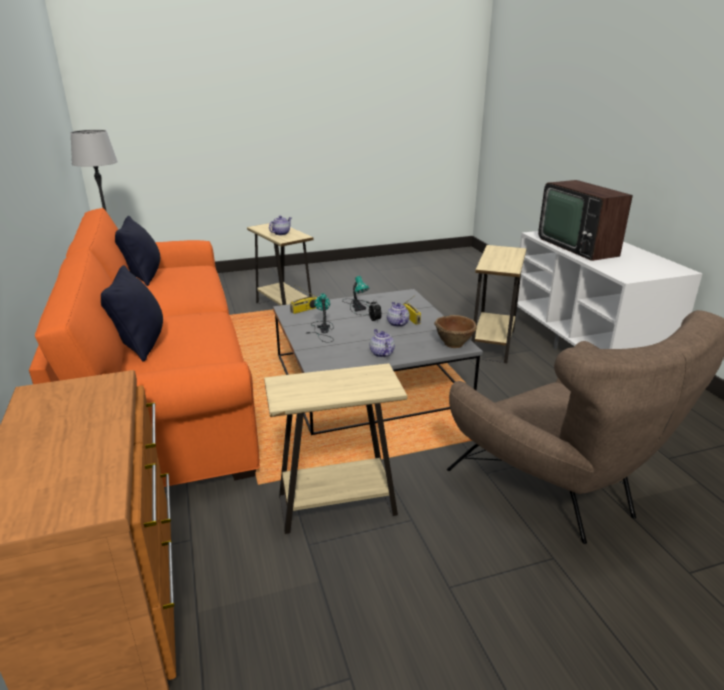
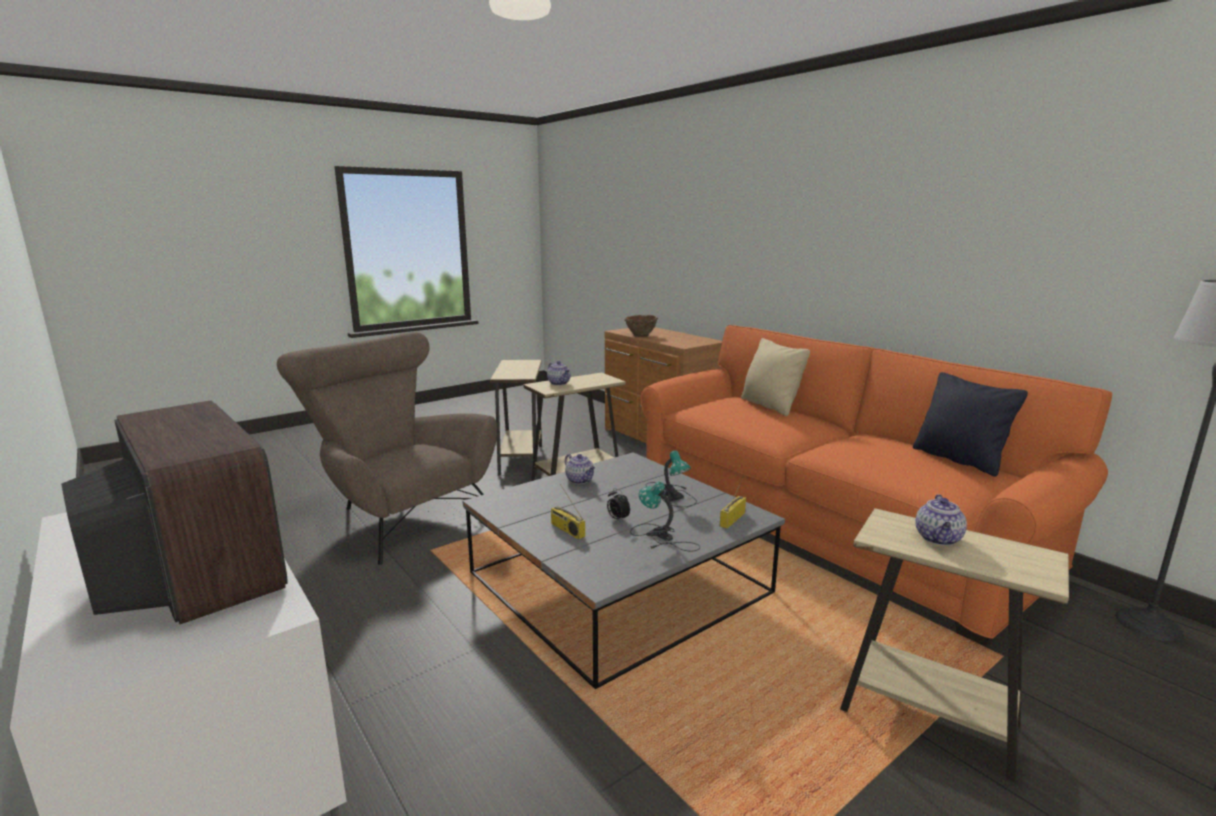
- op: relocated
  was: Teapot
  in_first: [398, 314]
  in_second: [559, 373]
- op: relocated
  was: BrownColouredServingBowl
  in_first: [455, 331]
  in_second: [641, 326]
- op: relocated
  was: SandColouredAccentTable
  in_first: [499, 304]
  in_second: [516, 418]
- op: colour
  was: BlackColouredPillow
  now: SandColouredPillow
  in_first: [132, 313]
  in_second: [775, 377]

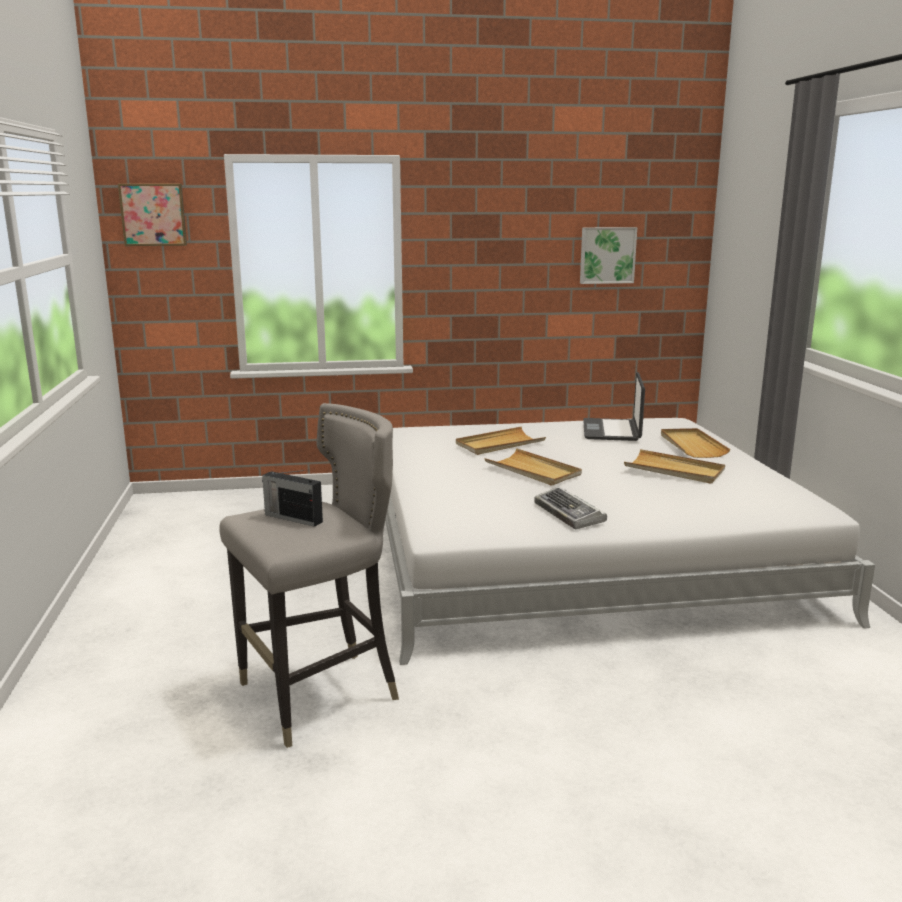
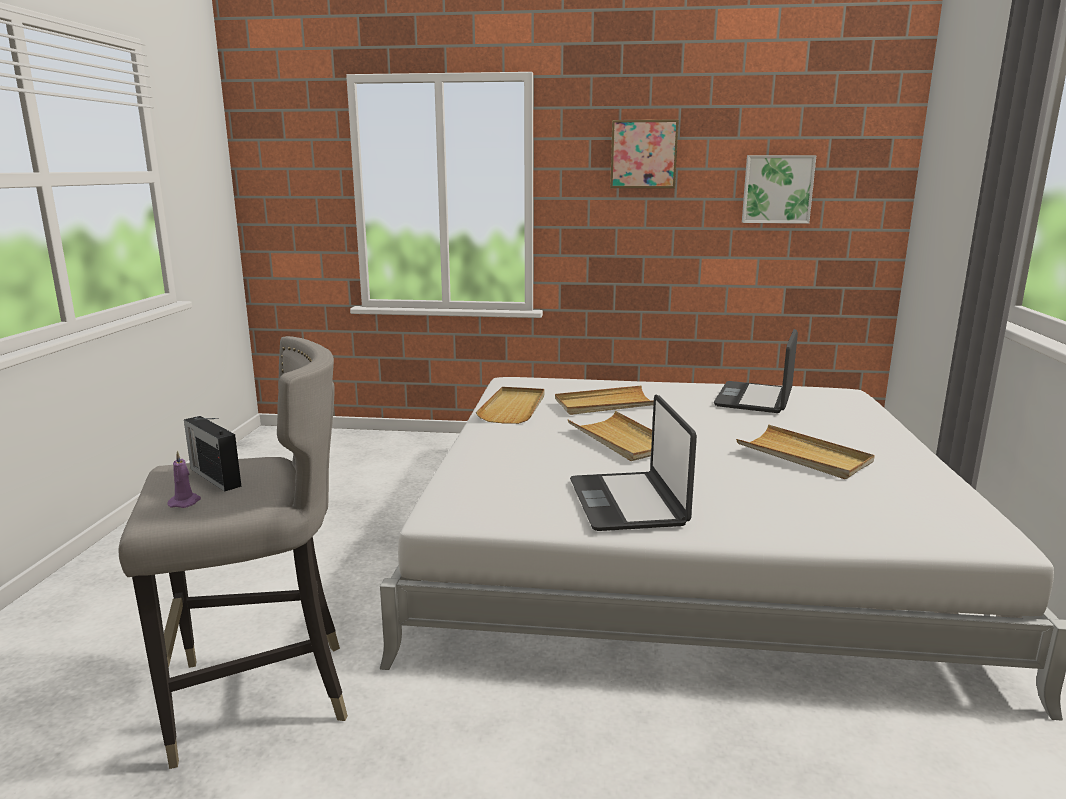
- op: appeared
  now: PurpleWaxLight
  in_second: [184, 479]
- op: relocated
  was: Picture
  in_first: [152, 215]
  in_second: [644, 154]
- op: relocated
  was: SandColouredTray
  in_first: [695, 443]
  in_second: [510, 405]
- op: exchanged
  was: Keyboard
  now: PortableComputer
  in_first: [570, 508]
  in_second: [633, 463]

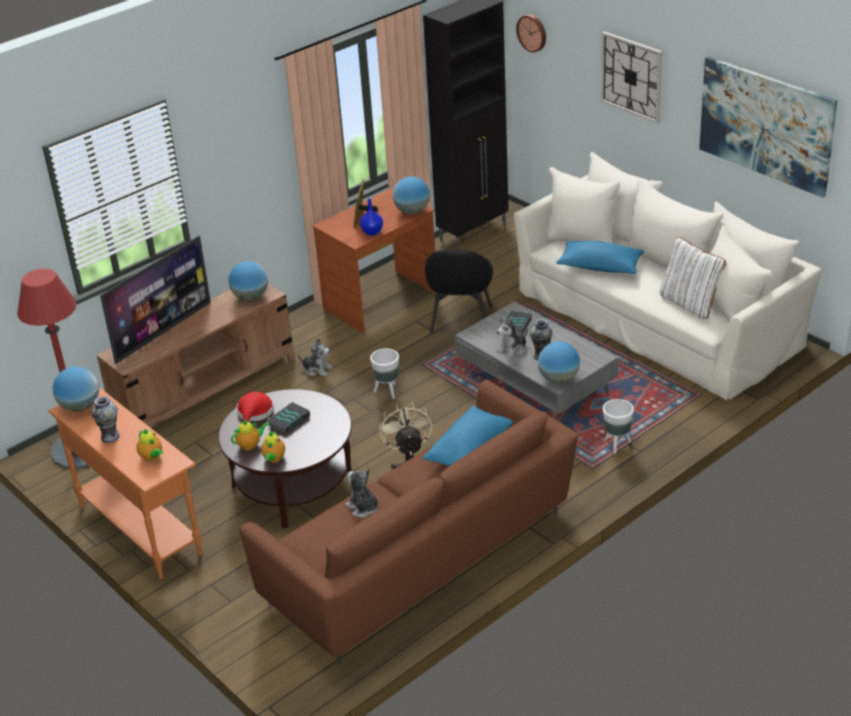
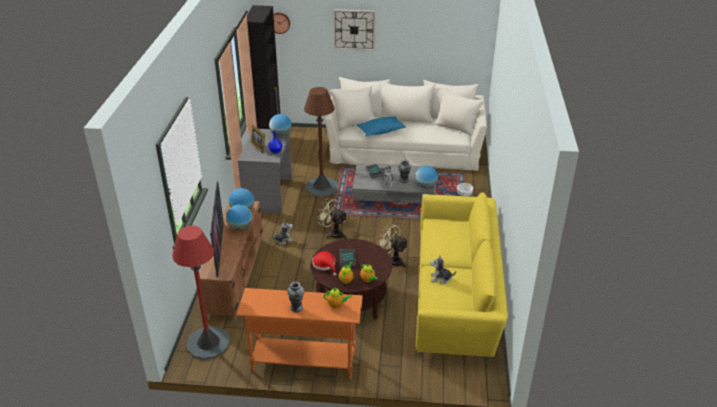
- op: missing
  was: BluePillow
  in_first: [468, 436]
- op: missing
  was: WhitishPillow
  in_first: [693, 278]
- op: missing
  was: Picture
  in_first: [768, 127]
- op: relocated
  was: WorldGlobe
  in_first: [76, 389]
  in_second: [239, 217]
- op: exchanged
  was: WhitishFlowerPot
  now: SandColouredFan
  in_first: [384, 373]
  in_second: [333, 218]
- op: exchanged
  was: BlackColouredChair
  now: BrownColouredStandardLamp
  in_first: [459, 292]
  in_second: [321, 142]
- op: colour
  was: BrownColouredCouch
  now: YellowColouredCouch
  in_first: [408, 522]
  in_second: [462, 277]
- op: colour
  was: BrownColouredDeskUnit
  now: GrayDeskUnit
  in_first: [374, 260]
  in_second: [265, 171]

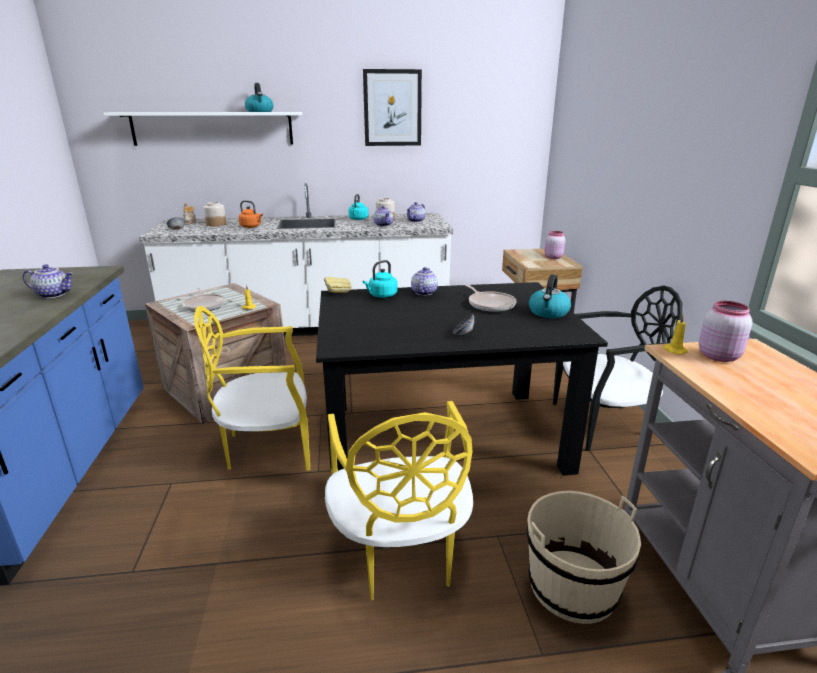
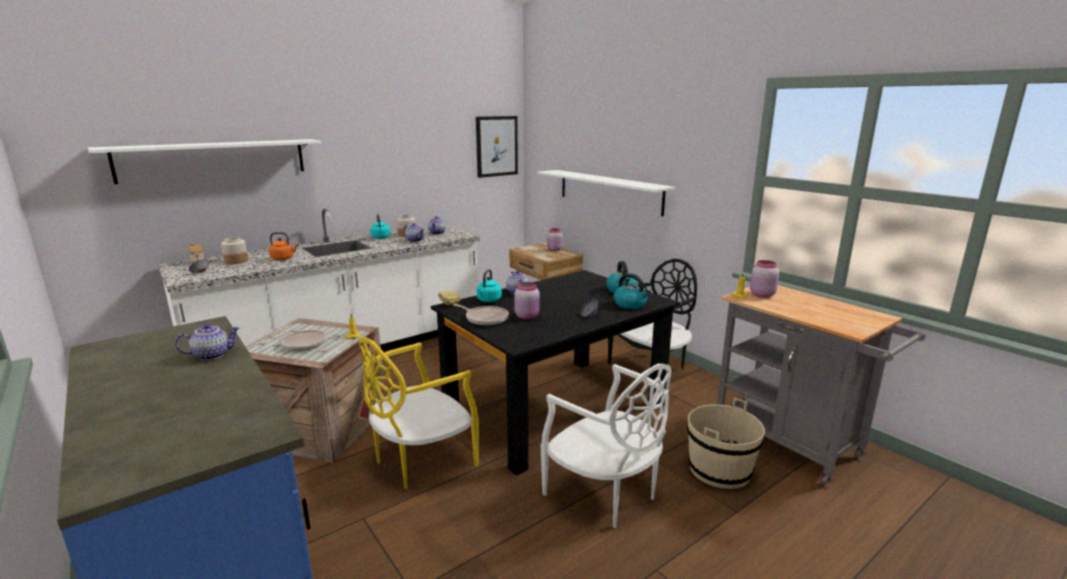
- op: appeared
  now: PinkishPreserveJar
  in_second: [527, 300]
- op: appeared
  now: WhitishWallShelf
  in_second: [606, 193]
- op: relocated
  was: Kettle
  in_first: [259, 97]
  in_second: [632, 291]
- op: relocated
  was: Picture
  in_first: [392, 107]
  in_second: [497, 147]
- op: relocated
  was: FryingPan
  in_first: [490, 298]
  in_second: [481, 315]
- op: colour
  was: YellowColouredChair
  now: WhitishChair
  in_first: [399, 500]
  in_second: [606, 446]

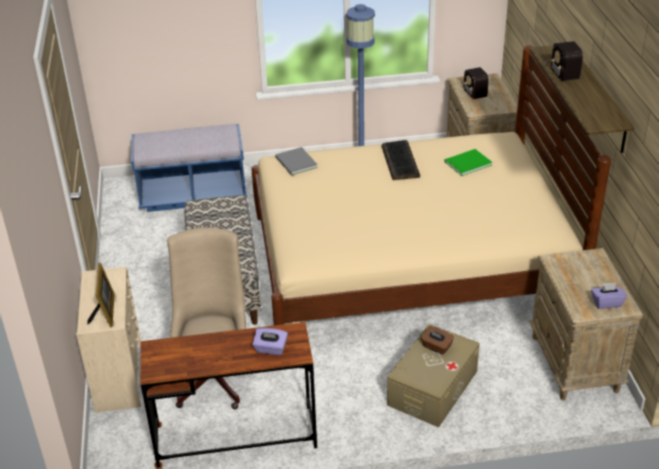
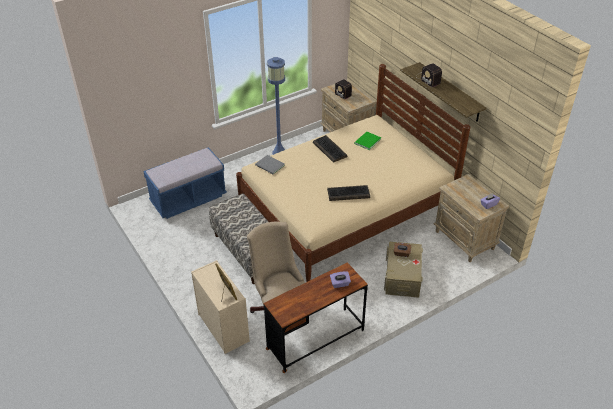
- op: appeared
  now: Keyboard
  in_second: [348, 193]

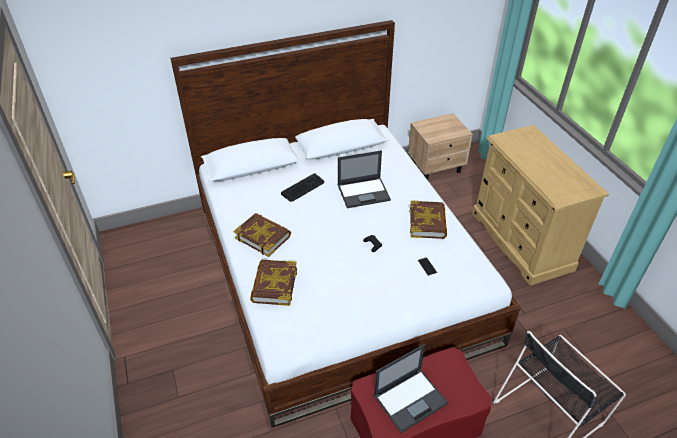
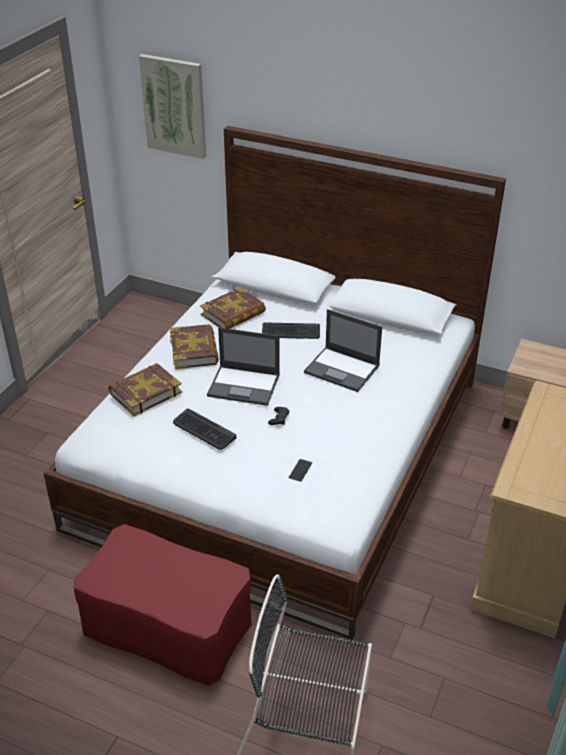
- op: appeared
  now: Picture
  in_second: [172, 106]
- op: appeared
  now: Keyboard
  in_second: [204, 429]
- op: relocated
  was: PortableComputer
  in_first: [410, 388]
  in_second: [243, 366]
- op: relocated
  was: BoundBook
  in_first: [428, 219]
  in_second: [233, 308]

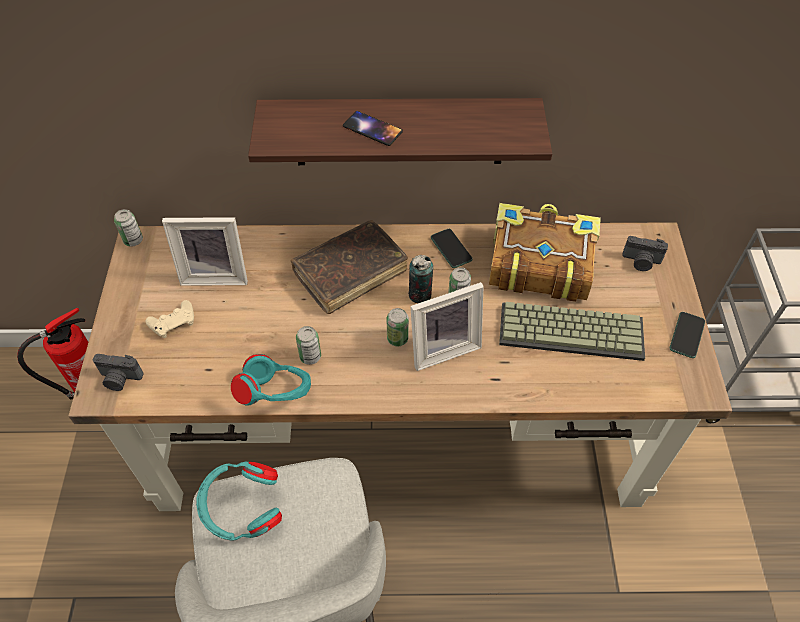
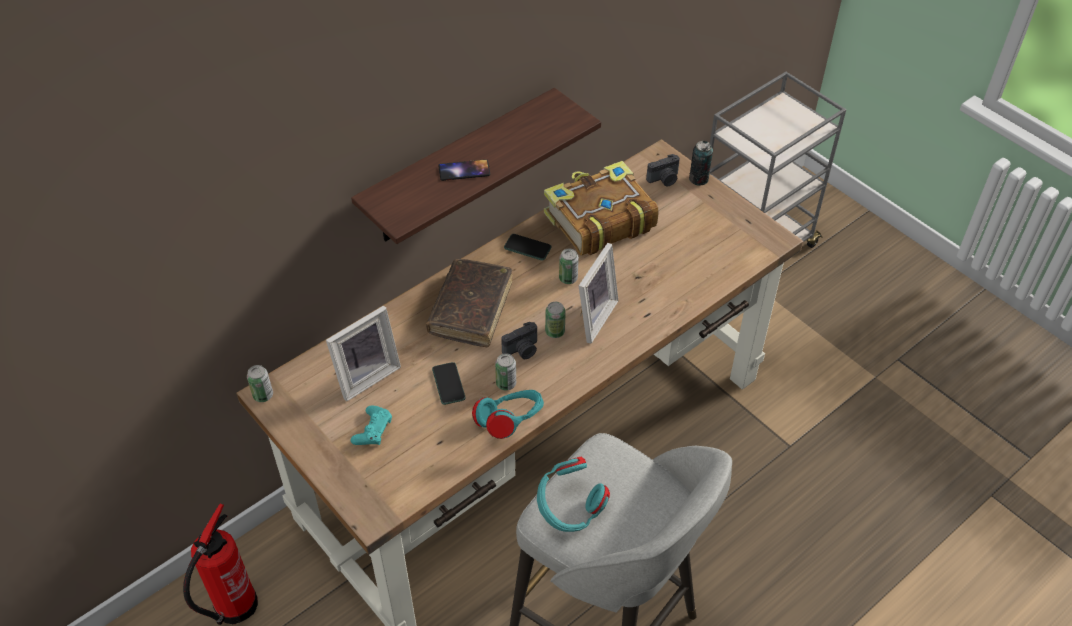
- op: missing
  was: Keyboard
  in_first: [572, 331]
- op: relocated
  was: PhotoCamera
  in_first: [118, 372]
  in_second: [519, 340]
- op: relocated
  was: SealedCan
  in_first: [420, 279]
  in_second: [701, 163]
- op: relocated
  was: Telephone
  in_first: [687, 335]
  in_second: [449, 383]
- op: colour
  was: SandColouredGameController
  now: TurquoiseColouredGameController
  in_first: [169, 319]
  in_second: [371, 425]

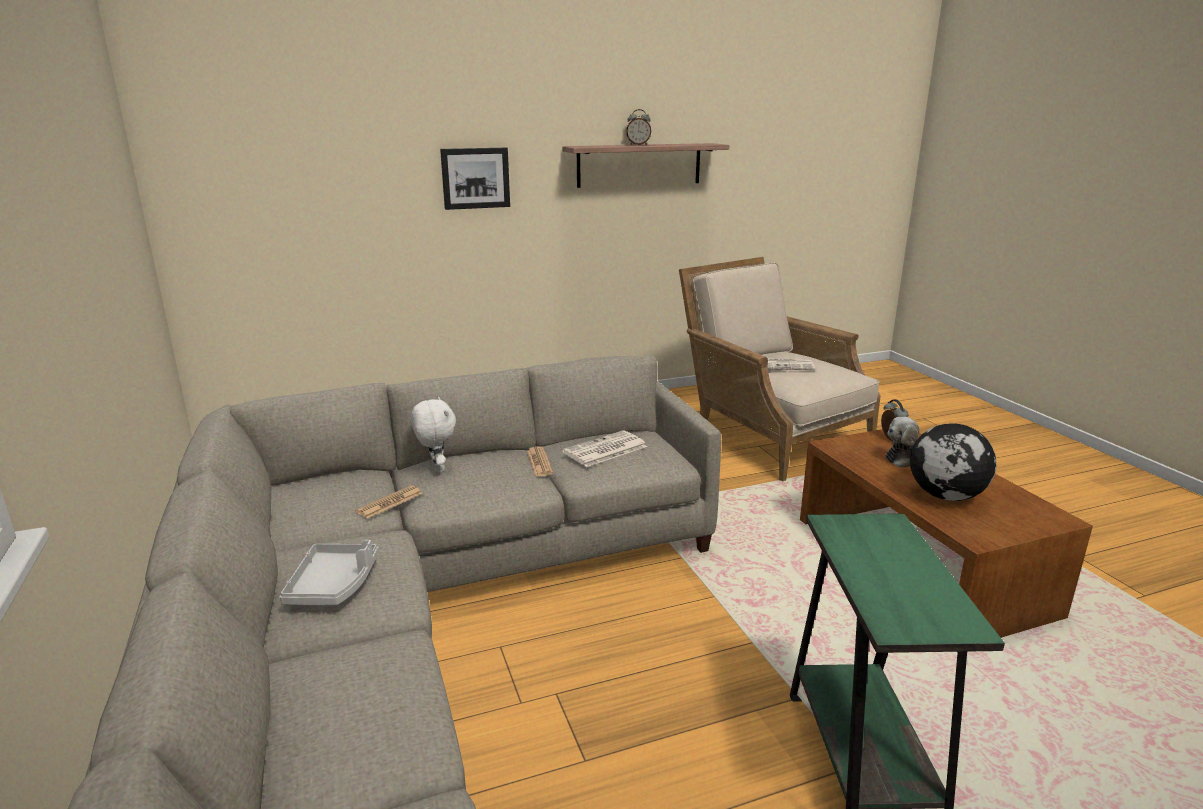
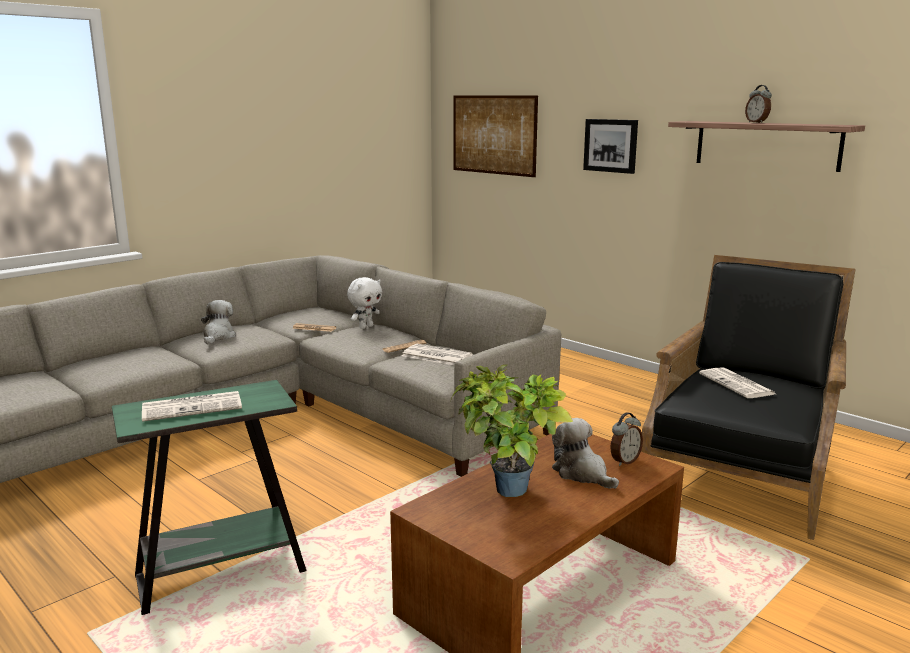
- op: appeared
  now: PrintedPaper
  in_second: [192, 406]
- op: appeared
  now: Picture
  in_second: [495, 136]
- op: exchanged
  was: GrayTray
  now: PlushToy
  in_first: [329, 572]
  in_second: [218, 322]
- op: exchanged
  was: WorldGlobe
  now: Houseplant
  in_first: [953, 462]
  in_second: [512, 431]
- op: colour
  was: SandColouredArmchair
  now: BlackColouredArmchair
  in_first: [780, 369]
  in_second: [748, 397]

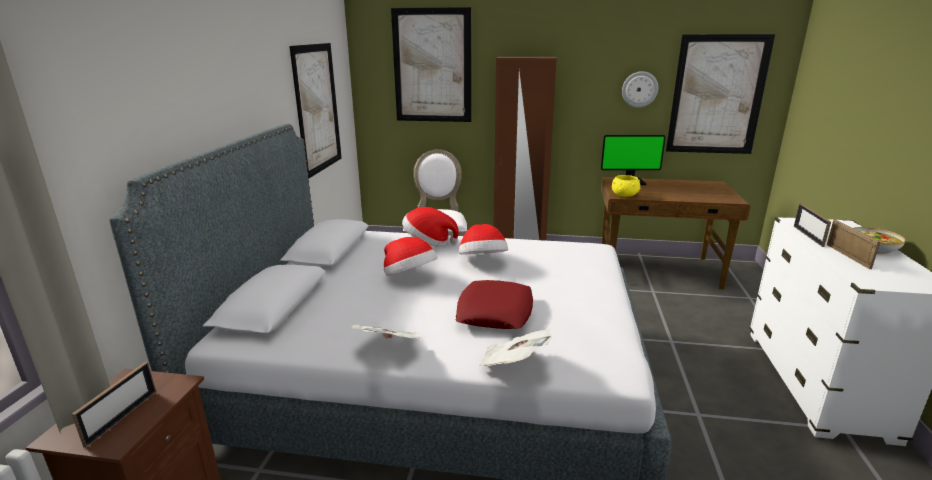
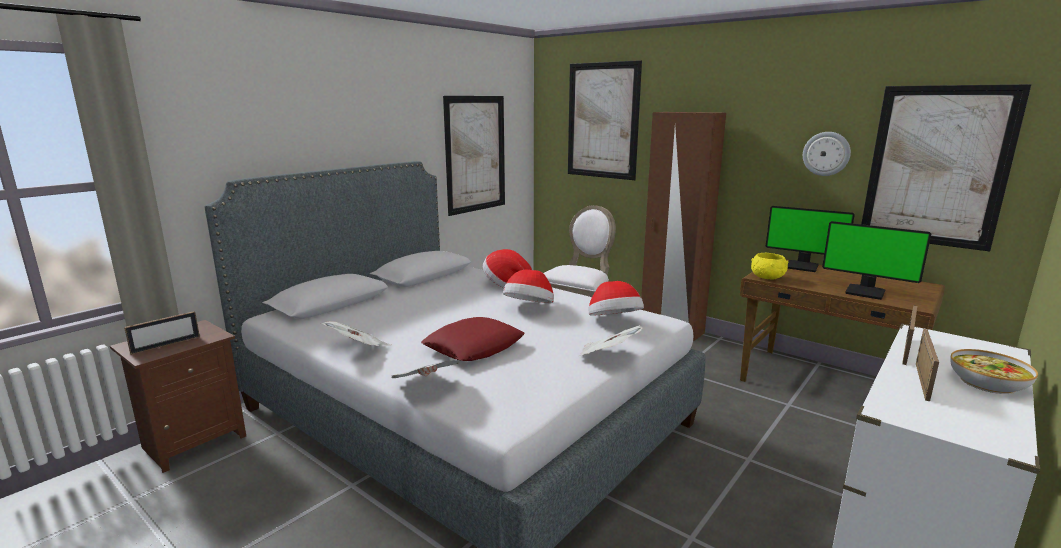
- op: appeared
  now: PrintedPaper
  in_second: [610, 340]
- op: appeared
  now: Monitor
  in_second: [876, 260]
- op: relocated
  was: ClothingHat
  in_first: [410, 256]
  in_second: [616, 298]

